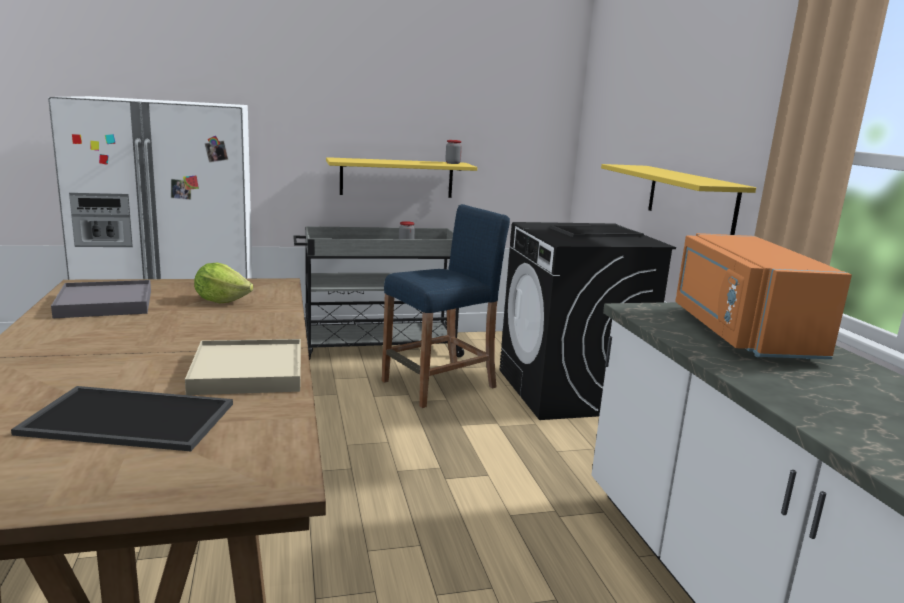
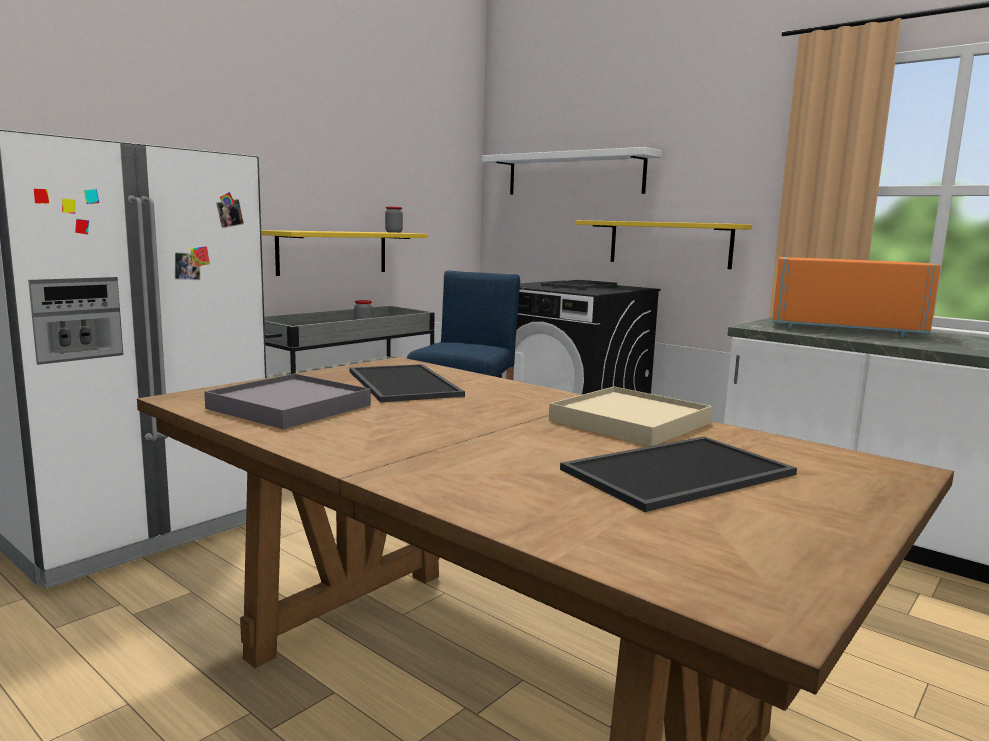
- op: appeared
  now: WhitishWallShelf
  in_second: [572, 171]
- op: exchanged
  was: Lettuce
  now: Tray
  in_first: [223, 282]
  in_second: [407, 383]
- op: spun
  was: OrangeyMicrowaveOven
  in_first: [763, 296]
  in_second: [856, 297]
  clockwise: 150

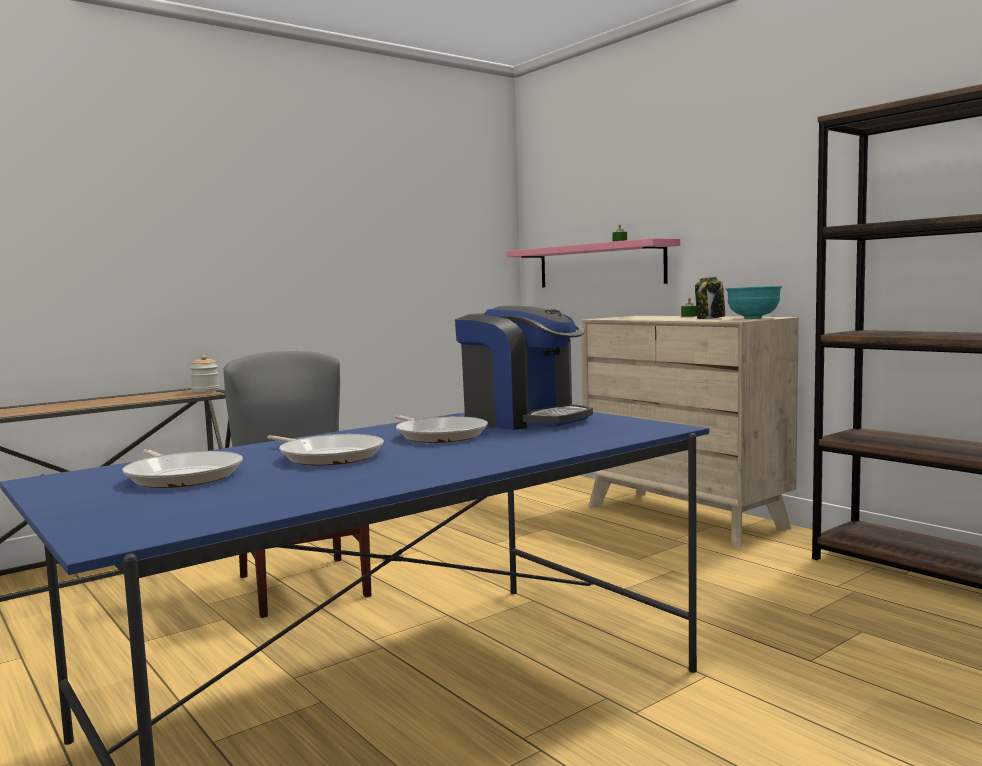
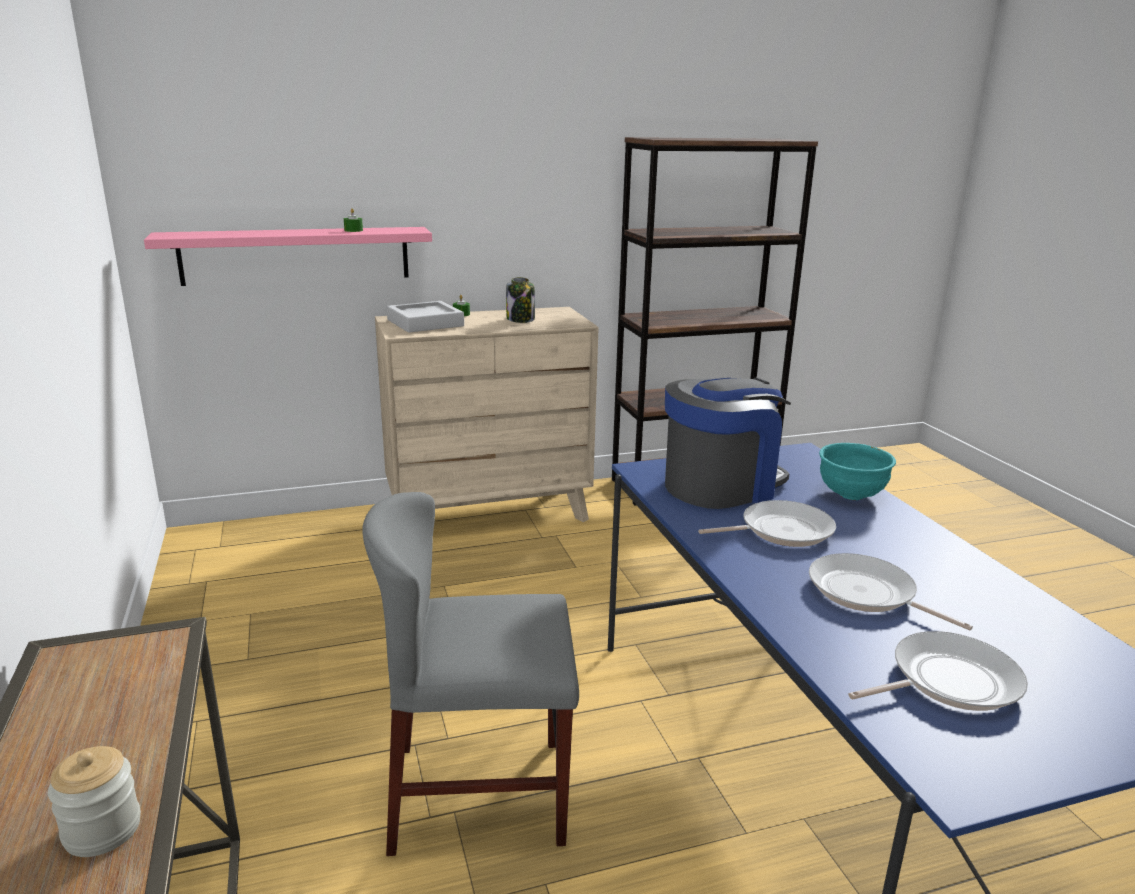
- op: appeared
  now: GrayTray
  in_second: [425, 317]
- op: relocated
  was: PreserveJar
  in_first: [205, 373]
  in_second: [94, 801]
- op: relocated
  was: TurquoiseColouredServingBowl
  in_first: [753, 302]
  in_second: [857, 471]
- op: spun
  was: FryingPan
  in_first: [325, 449]
  in_second: [891, 592]
  clockwise: -105

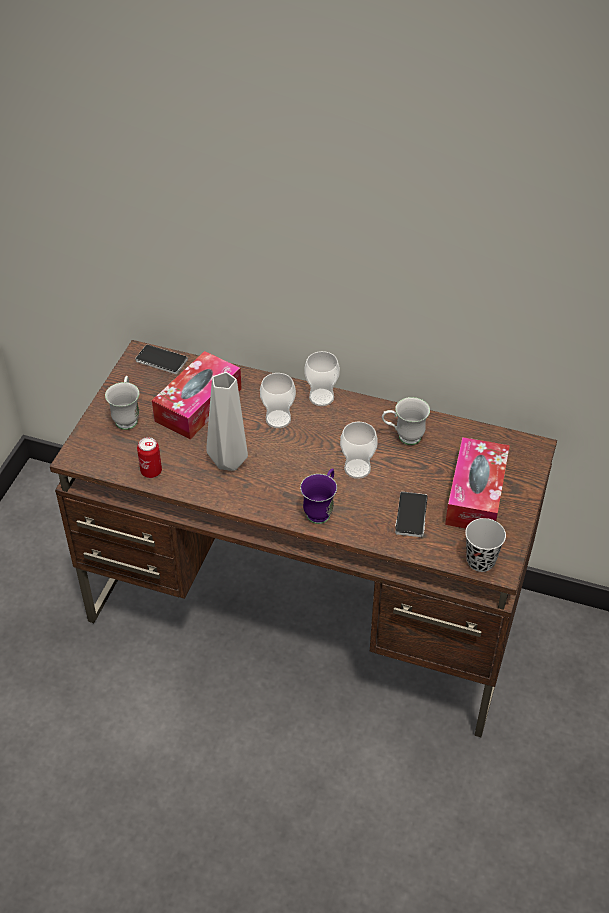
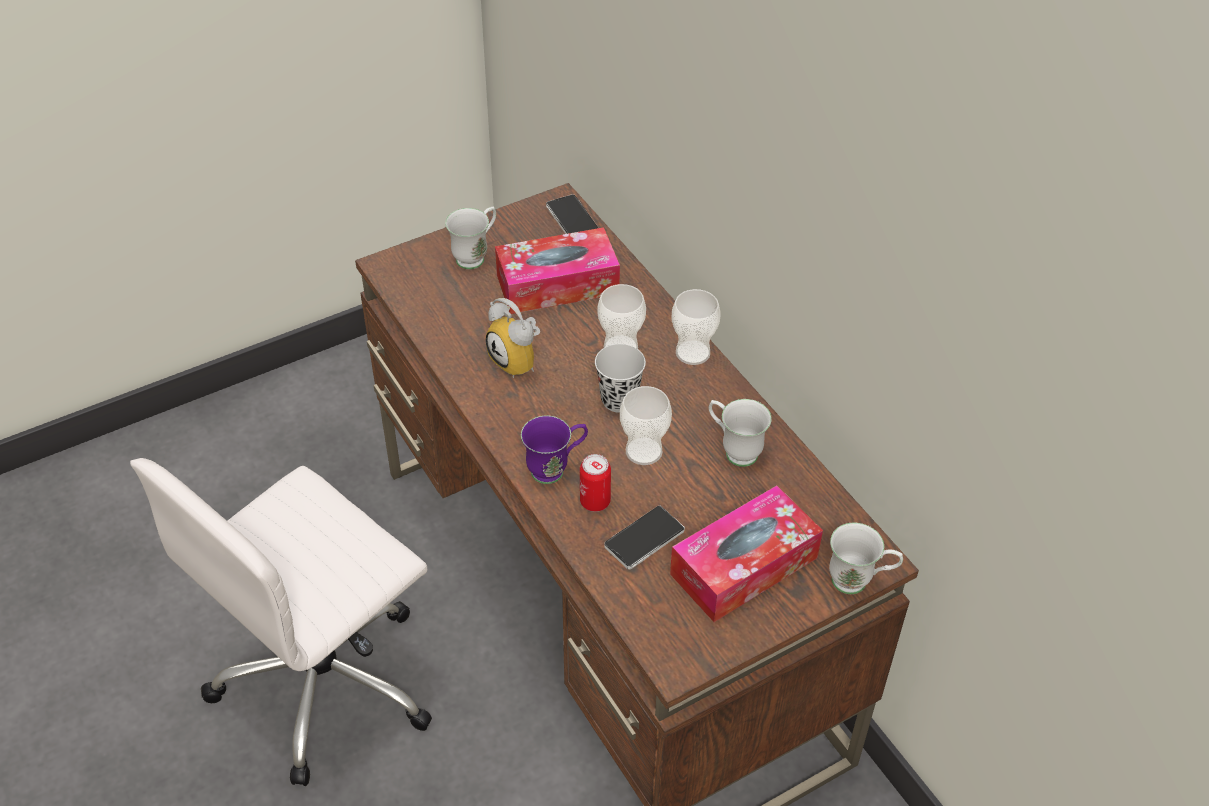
- op: appeared
  now: WhitishOfficeChair
  in_second: [281, 622]
- op: appeared
  now: WhitishTeaMug
  in_second: [866, 558]
- op: relocated
  was: SealedCan
  in_first: [149, 457]
  in_second: [595, 483]
- op: relocated
  was: BlackColouredCup
  in_first: [485, 545]
  in_second: [620, 378]
- op: exchanged
  was: GrayDecorativeVase
  now: BedsideClock
  in_first: [227, 421]
  in_second: [513, 338]

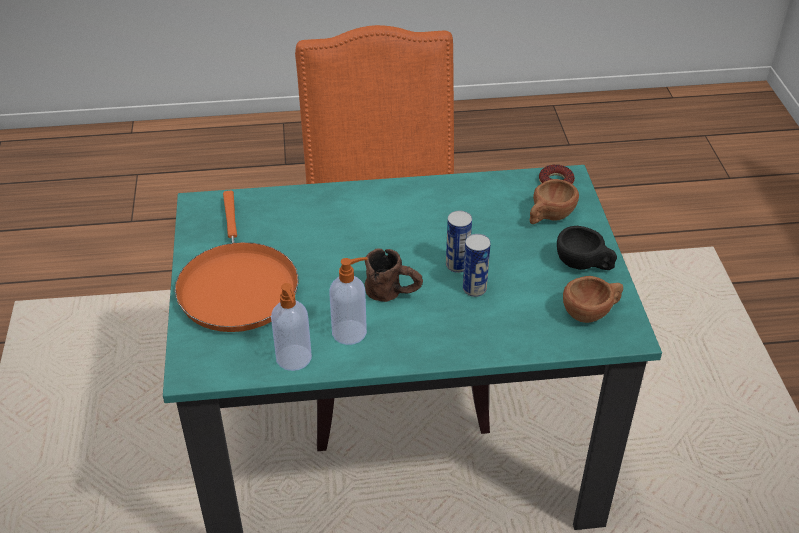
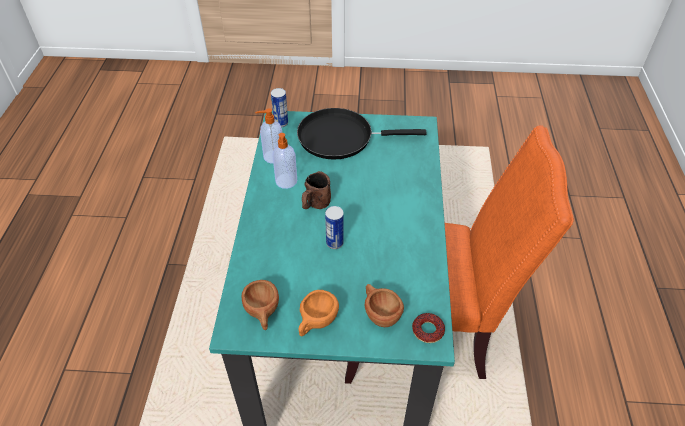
- op: relocated
  was: SealedCan
  in_first: [477, 265]
  in_second: [279, 107]
- op: colour
  was: OrangeyFryingPan
  now: BlackColouredFryingPan
  in_first: [237, 261]
  in_second: [362, 134]
- op: colour
  was: BlackColouredCup
  now: OrangeyCup
  in_first: [587, 248]
  in_second: [318, 313]

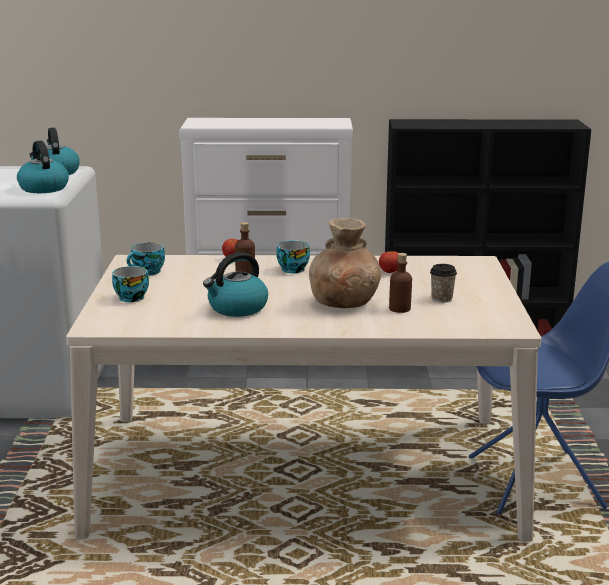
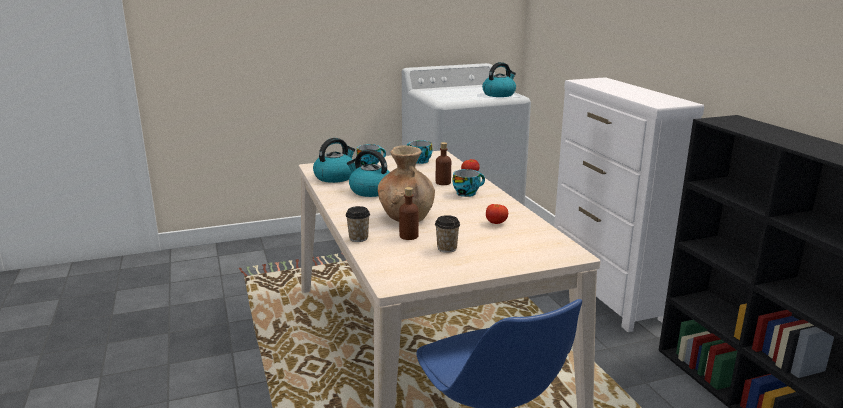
- op: appeared
  now: Cup
  in_second: [358, 224]
- op: relocated
  was: Kettle
  in_first: [43, 167]
  in_second: [334, 160]

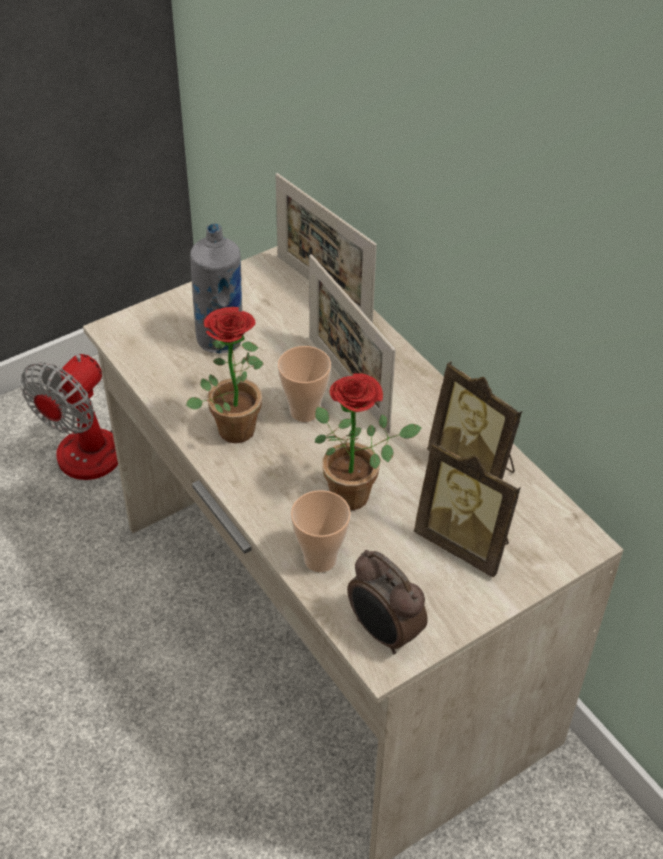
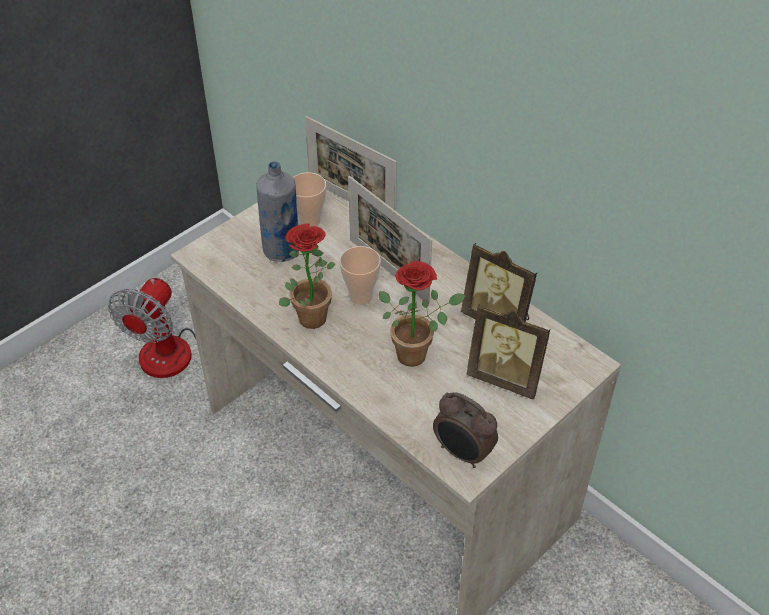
- op: relocated
  was: Cup
  in_first: [321, 531]
  in_second: [309, 199]

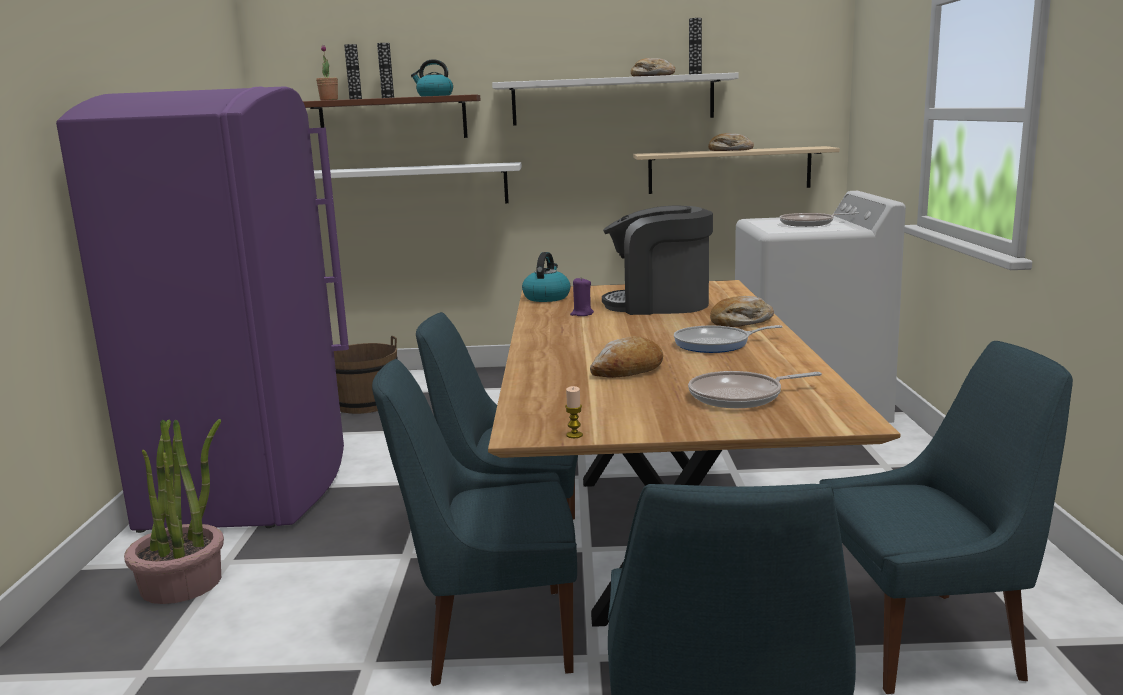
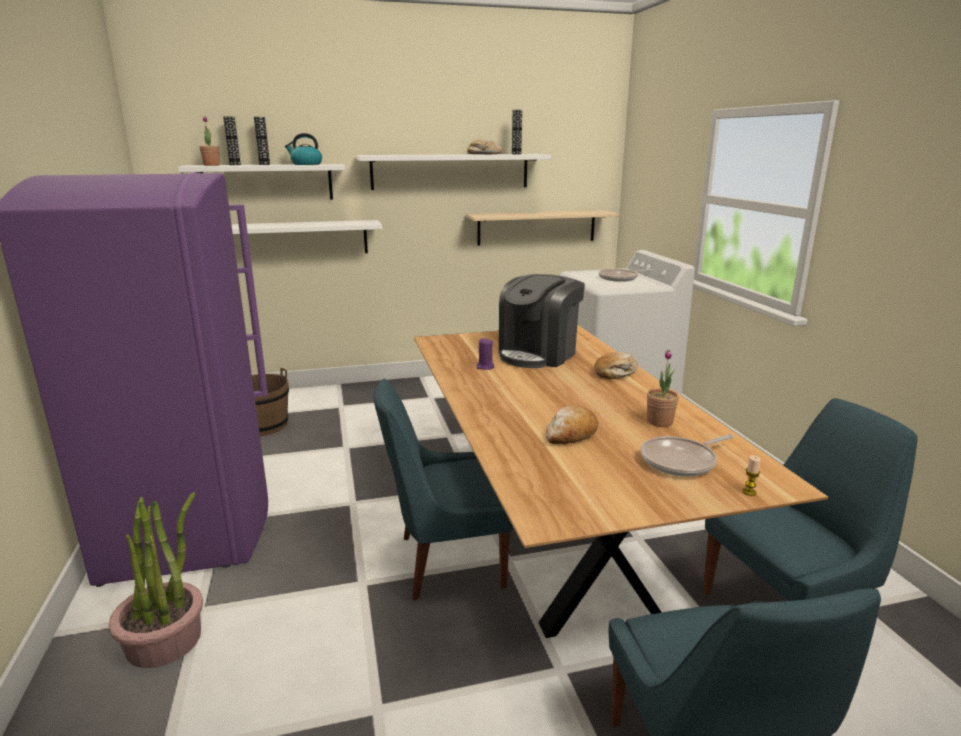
- op: missing
  was: BlueChair
  in_first: [474, 522]
- op: missing
  was: Kettle
  in_first: [546, 277]
- op: missing
  was: FryingPan
  in_first: [728, 339]
- op: missing
  was: Bread
  in_first: [731, 142]
- op: appeared
  now: Houseplant
  in_second: [663, 388]
- op: relocated
  was: WaxLight
  in_first: [574, 412]
  in_second: [751, 475]
- op: colour
  was: BrownColouredWallShelf
  now: WhitishWallShelf
  in_first: [392, 116]
  in_second: [261, 181]
- op: spun
  was: CoffeeMachine
  in_first: [657, 260]
  in_second: [542, 321]
  clockwise: -45

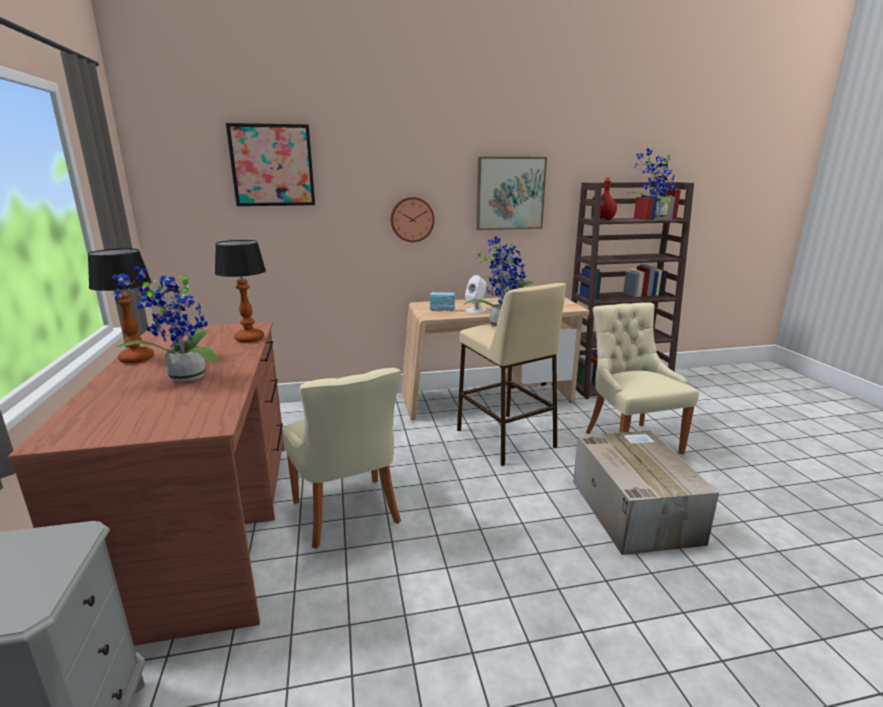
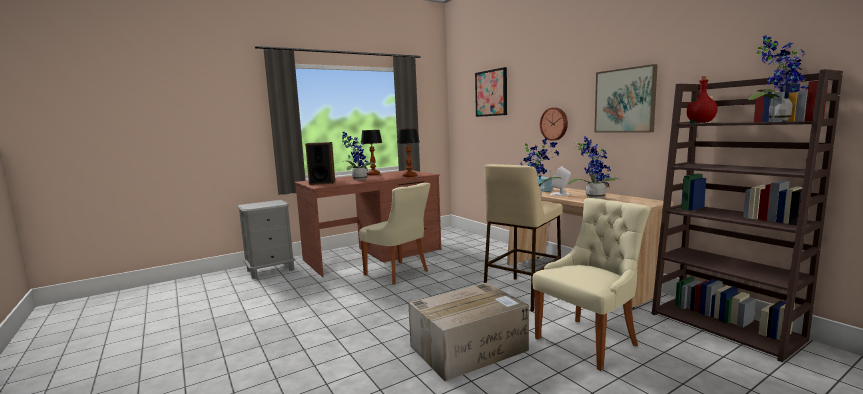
- op: appeared
  now: Loudspeaker
  in_second: [320, 163]
- op: spun
  was: SandColouredChair
  in_first: [342, 458]
  in_second: [394, 233]
  clockwise: -90

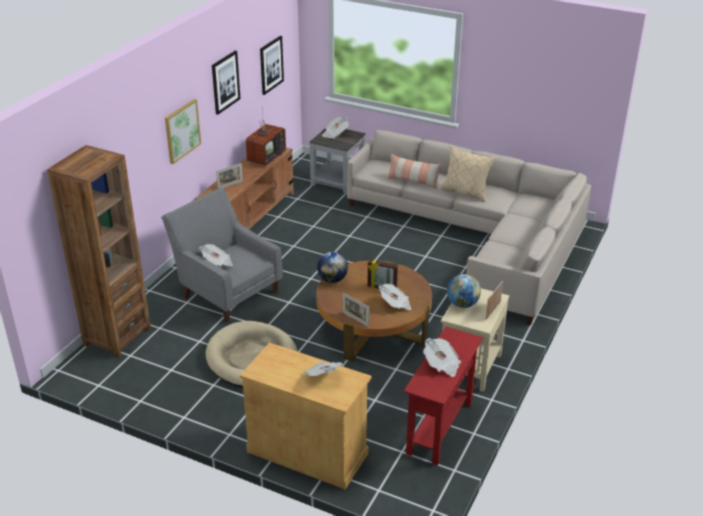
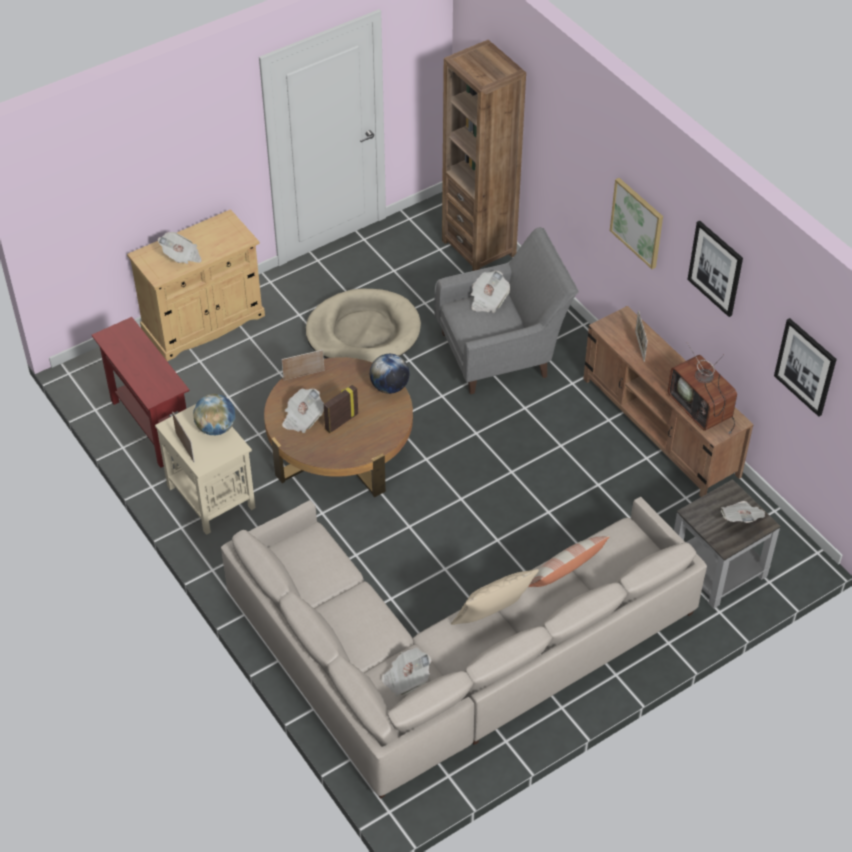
- op: relocated
  was: PrintedPaper
  in_first: [442, 357]
  in_second: [406, 672]

